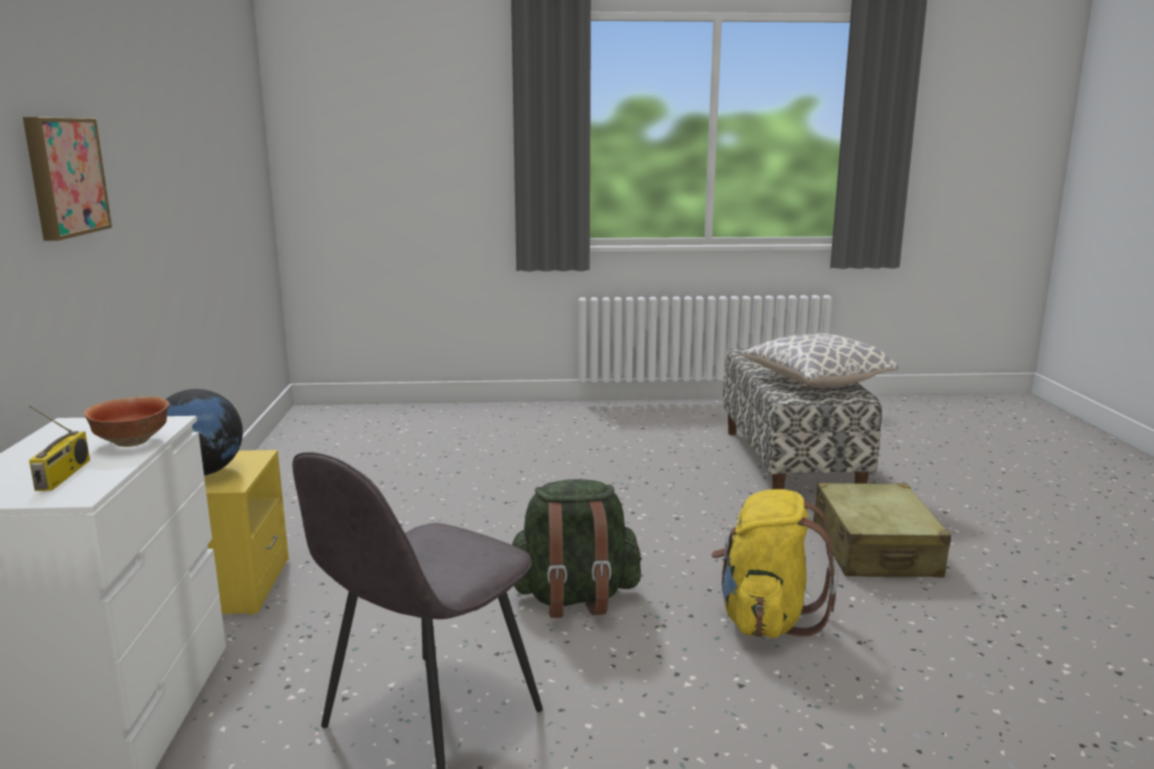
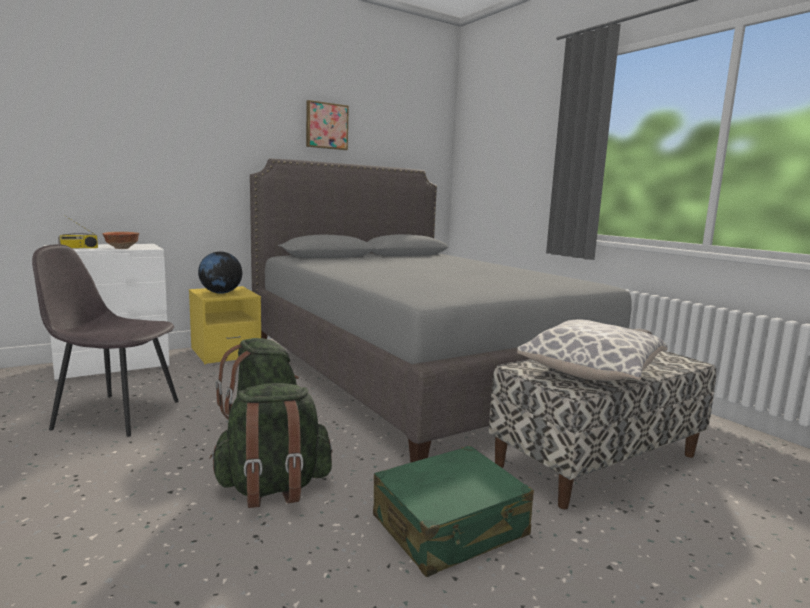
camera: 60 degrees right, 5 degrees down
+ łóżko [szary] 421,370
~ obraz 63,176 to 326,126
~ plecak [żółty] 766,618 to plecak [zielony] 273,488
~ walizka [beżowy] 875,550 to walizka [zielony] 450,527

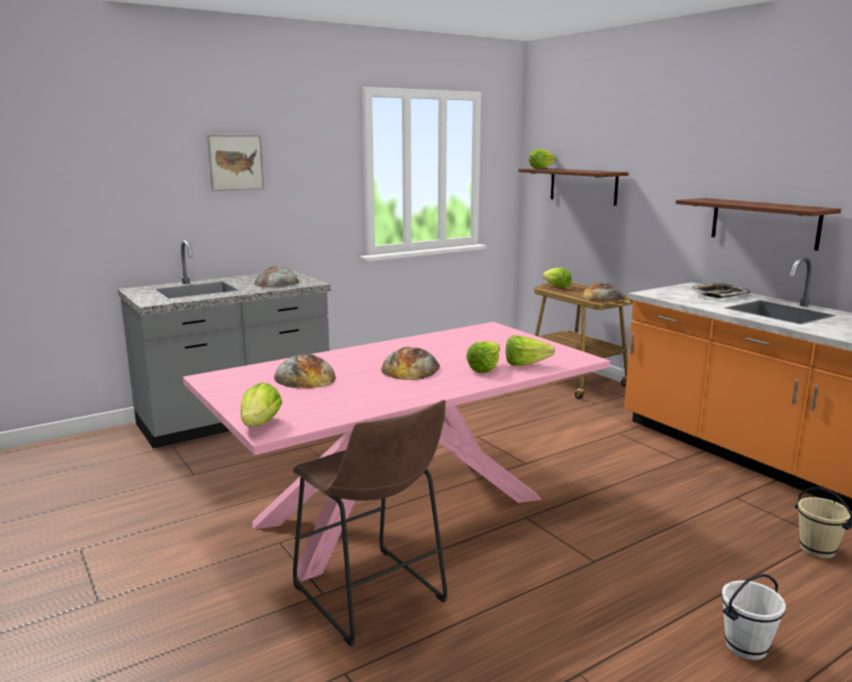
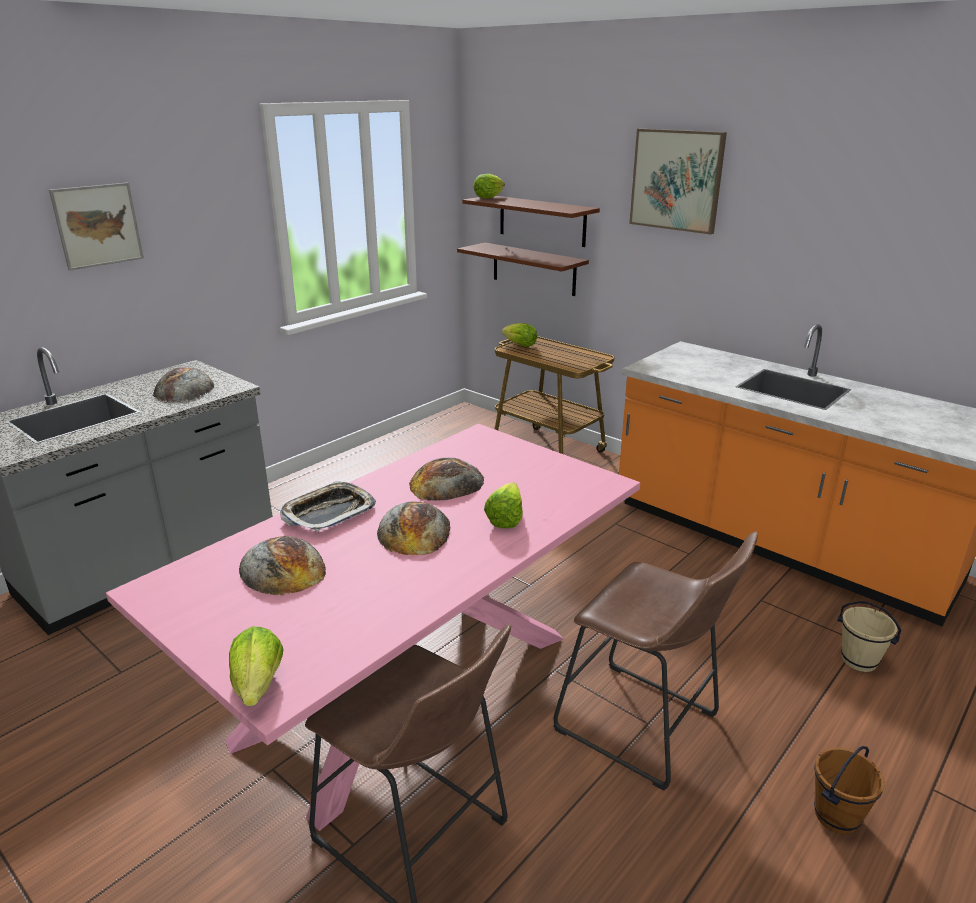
camera: 15 degrees left, 10 degrees up
- sałata 530,365
+ stołek [brązowy] 644,728
+ obraz 676,180
~ chleb 602,296 to 447,483
~ półka [brązowy] 764,223 to 533,269
~ taca 719,294 to 329,512
~ wiadro [biały] 746,647 to wiadro [brązowy] 837,817

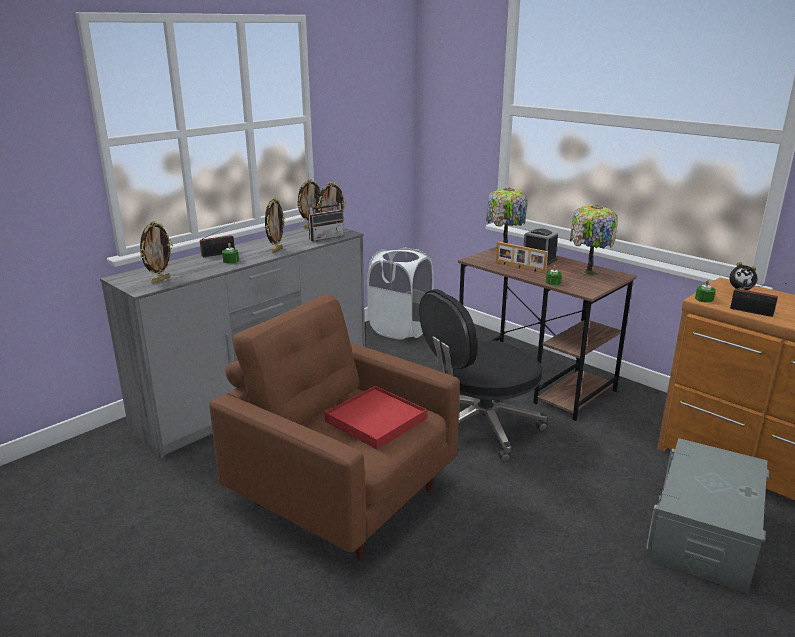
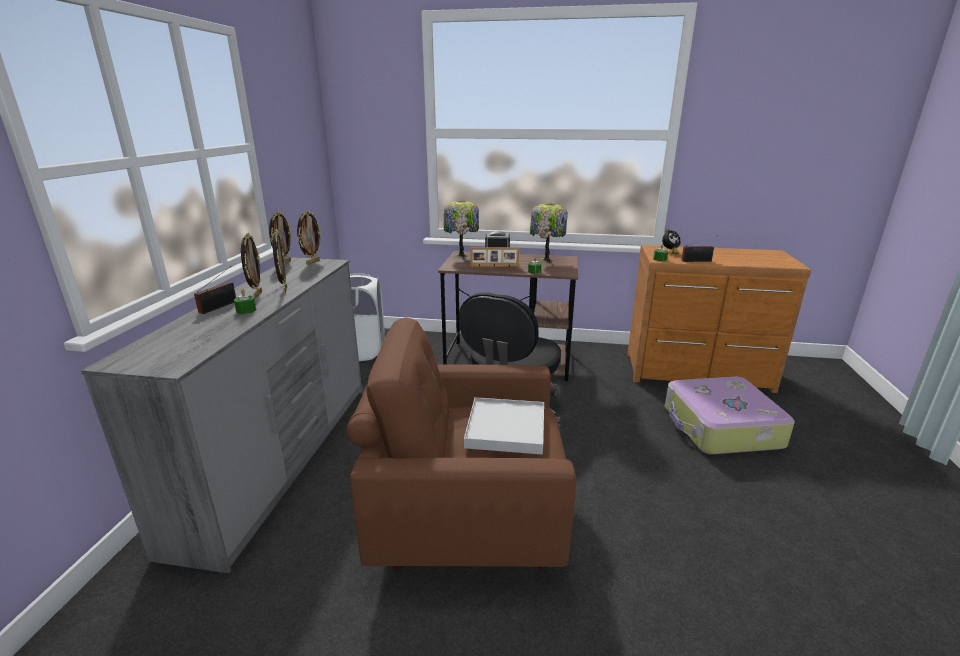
camera: 35 degrees left, 0 degrees up
- radio 325,237
~ ramka na zdjęcie 160,280 to 257,295
~ pojemnik do przechowywania [szary] 704,533 to walizka 720,427
~ taca [czerwony] 375,420 to taca [biały] 505,429

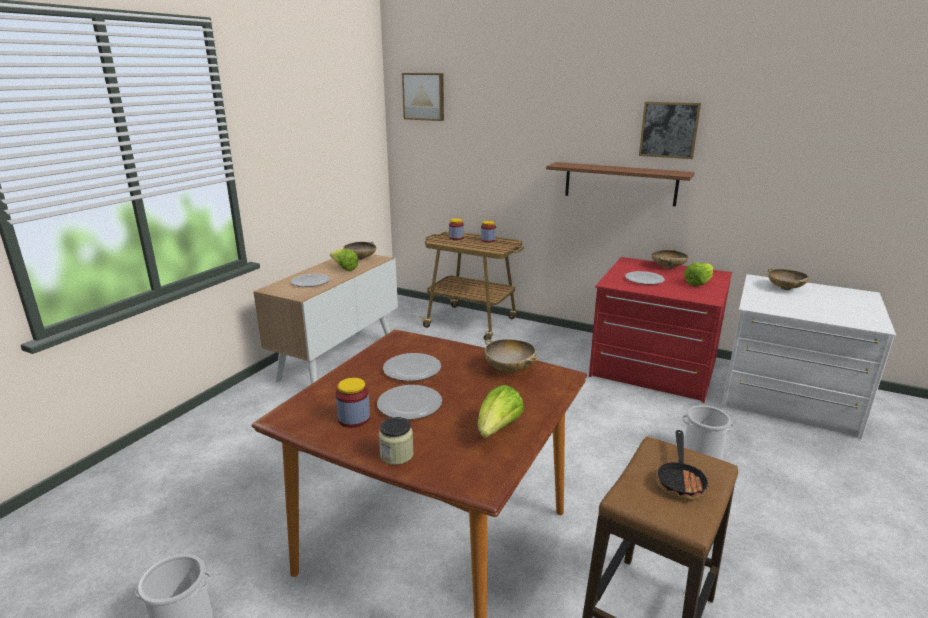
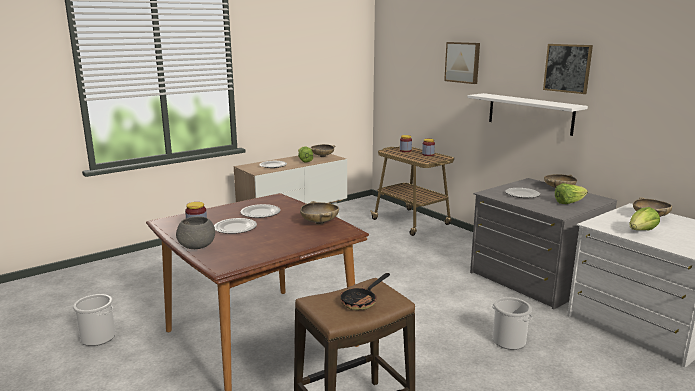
camera: 25 degrees right, 5 degrees down
~ obraz 424,96 to 463,62
~ sałata 497,430 to 641,232
~ słoik 396,455 to miska [szary] 197,246
~ półka [brązowy] 620,183 to półka [biały] 530,113
~ komoda [czerwony] 653,368 to komoda [szary] 534,278

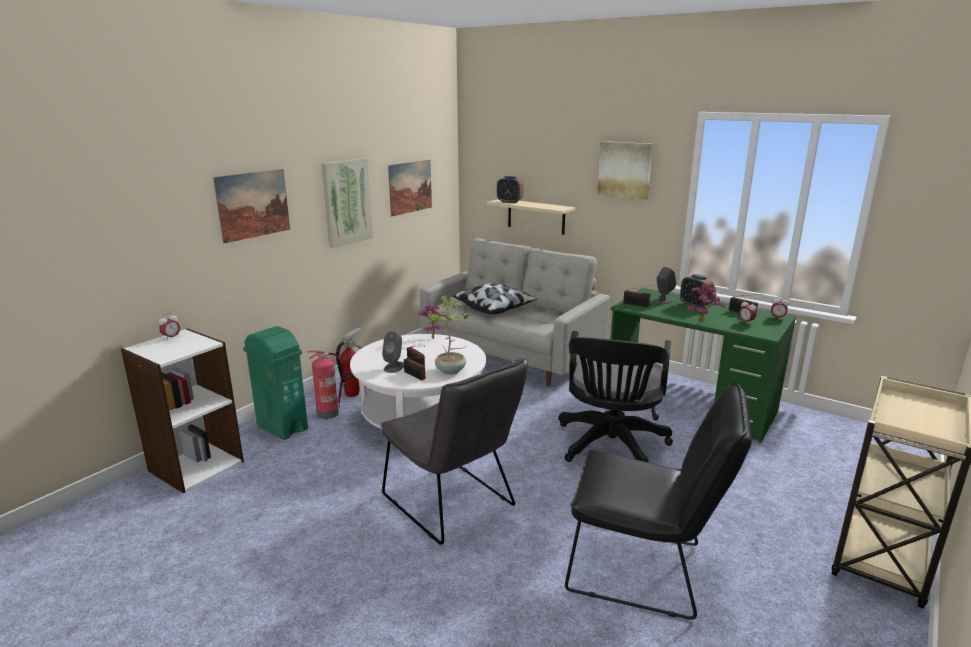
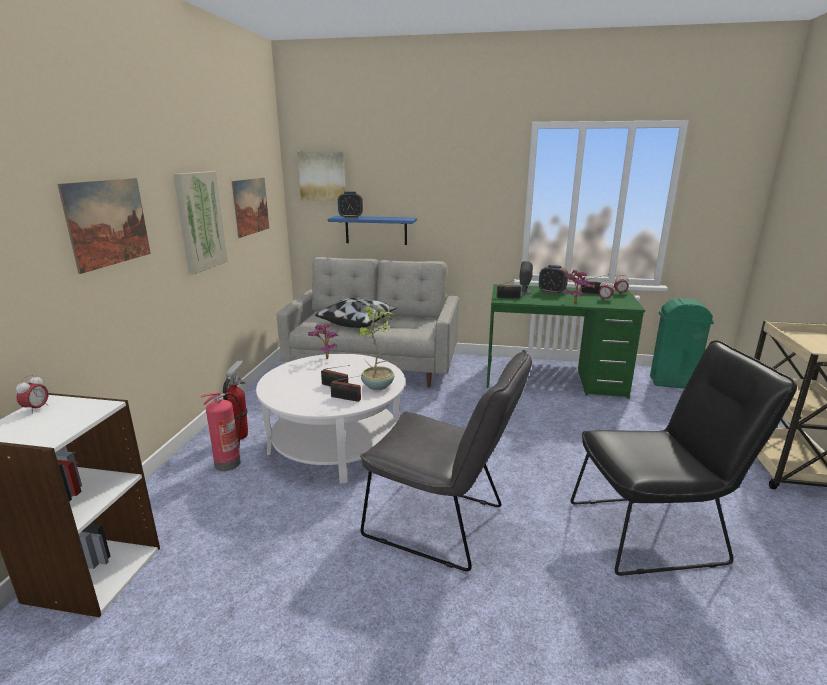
camera: 25 degrees left, 0 degrees up
- głośnik [szary] 394,367
- krzesło biurowe [czarny] 610,447
~ kosz na śmieci [zielony] 282,427 to 671,383
~ obraz 625,169 to 322,176
~ półka [beżowy] 536,216 to półka [niebieski] 376,230

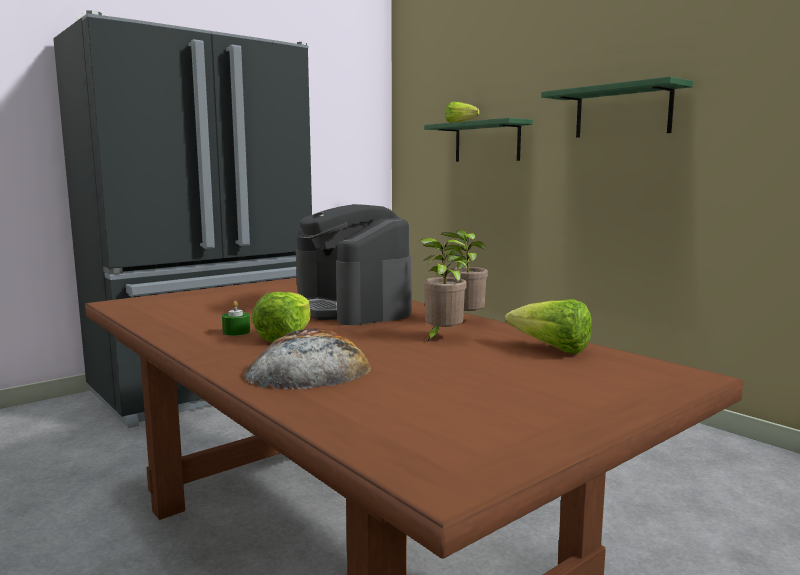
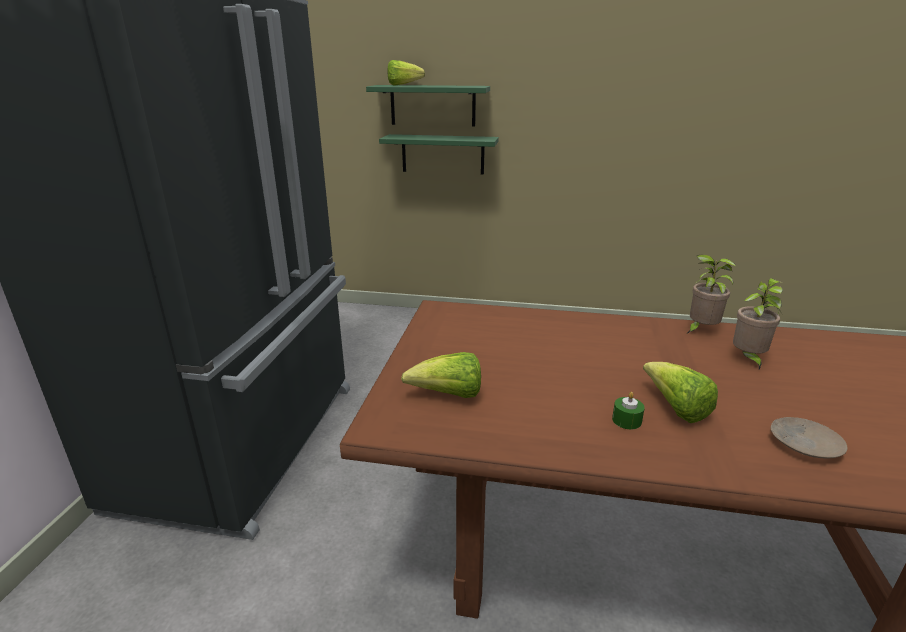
camera: 40 degrees left, 15 degrees up
- ekspres do kawy 352,309
~ sałata 552,349 to 448,395
~ półka [zielony] 622,112 to 442,154
~ chleb 309,369 to talerz [beżowy] 804,444

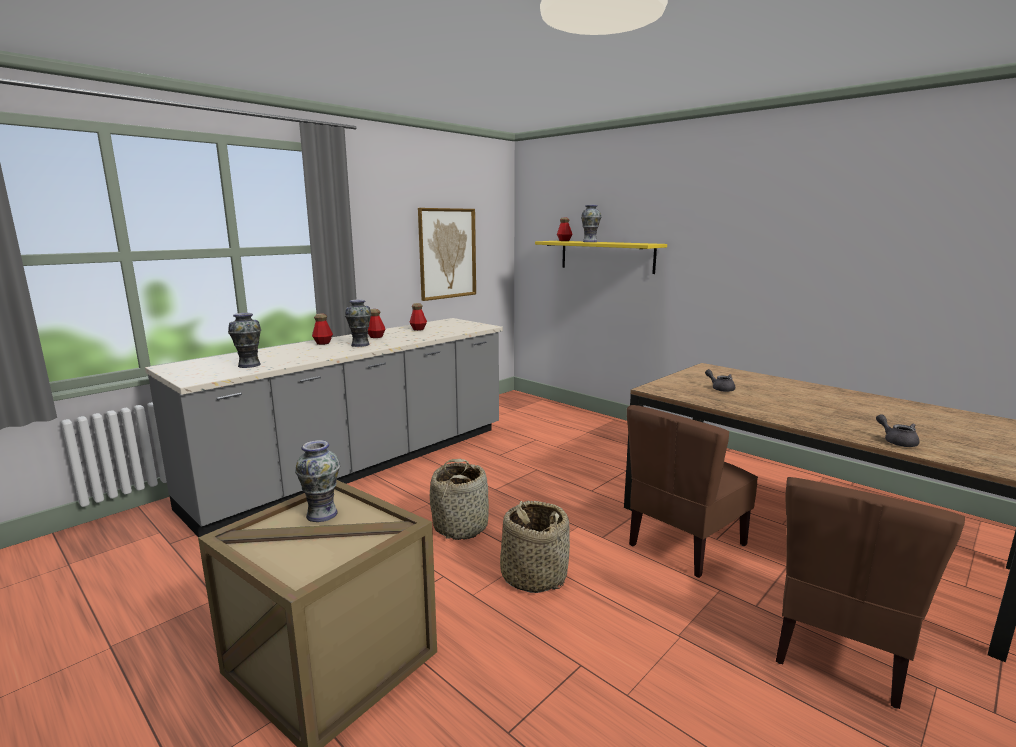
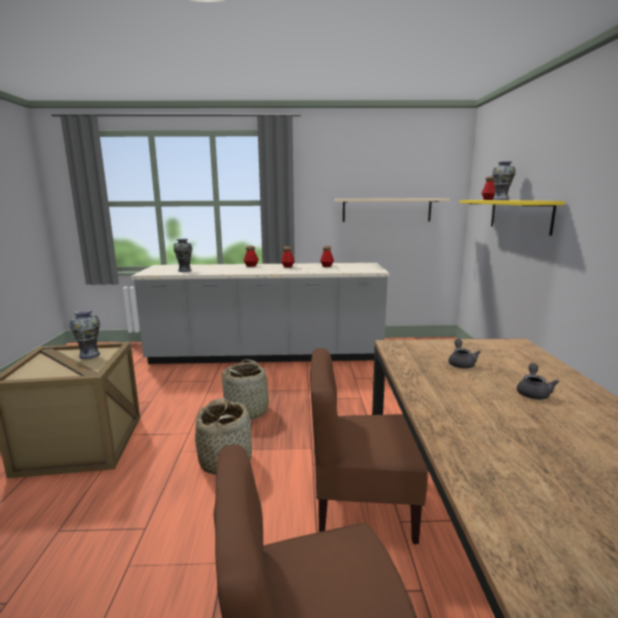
camera: 45 degrees right, 0 degrees up
- wazon 360,344
~ imbryk [szary] 897,441 to 533,392
~ obraz 447,253 to półka [beżowy] 386,210

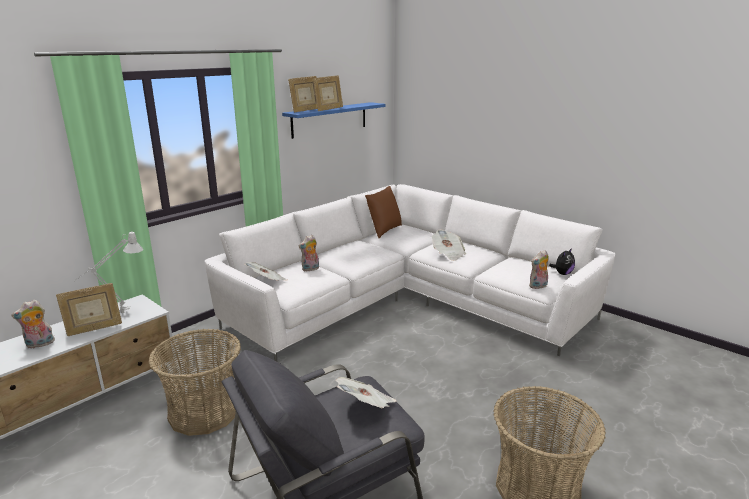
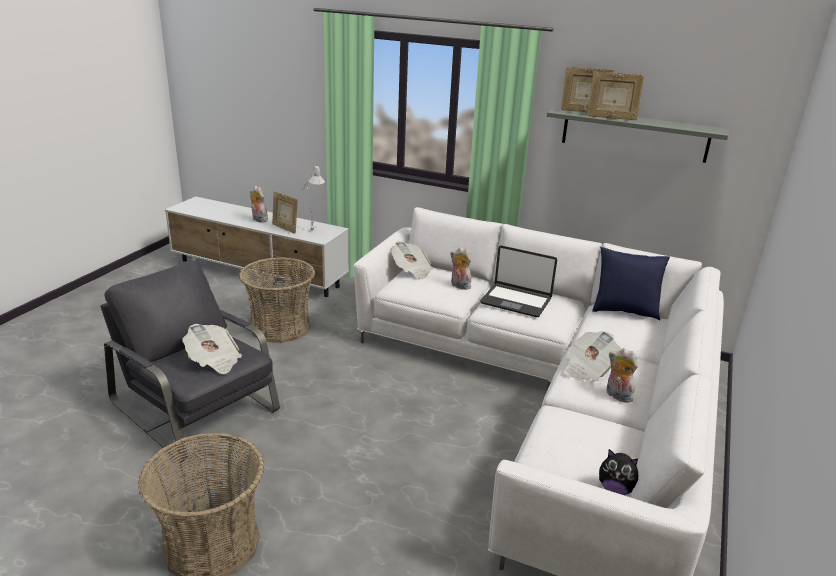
camera: 70 degrees right, 5 degrees up
+ laptop 516,301
~ pluszak 538,286 to 617,396
~ półka [niebieski] 330,119 to półka [szary] 634,134
~ poduszka [brązowy] 384,231 to poduszka [niebieski] 624,311

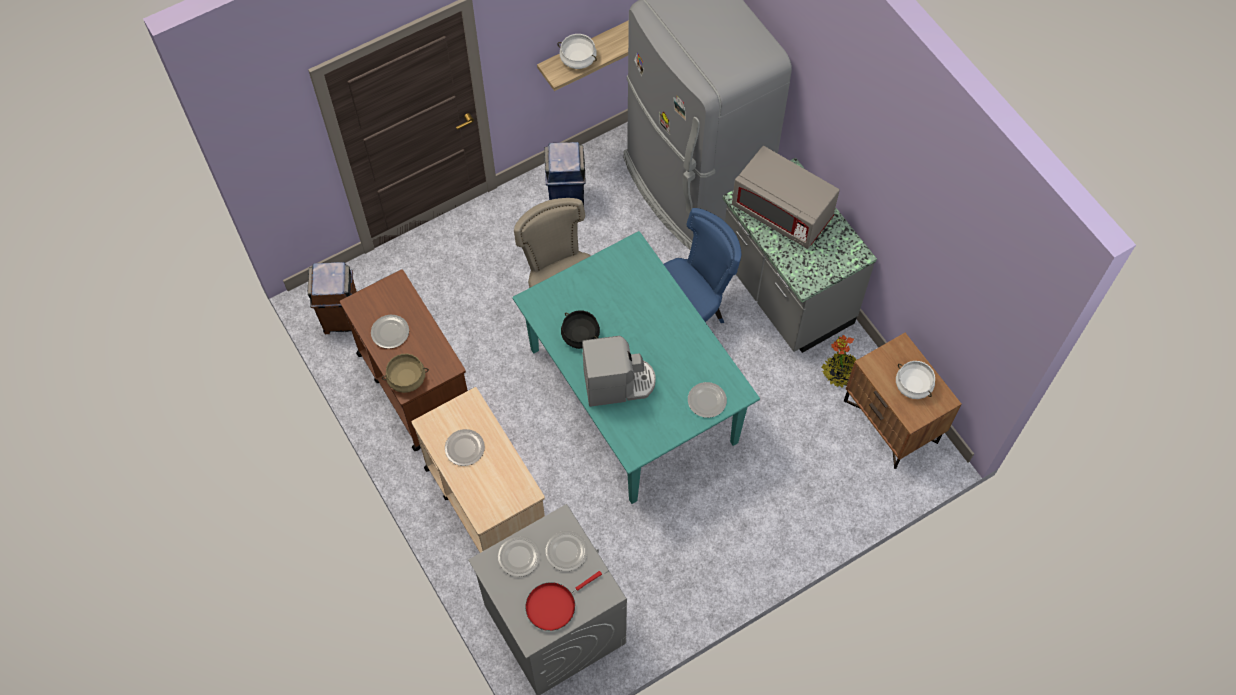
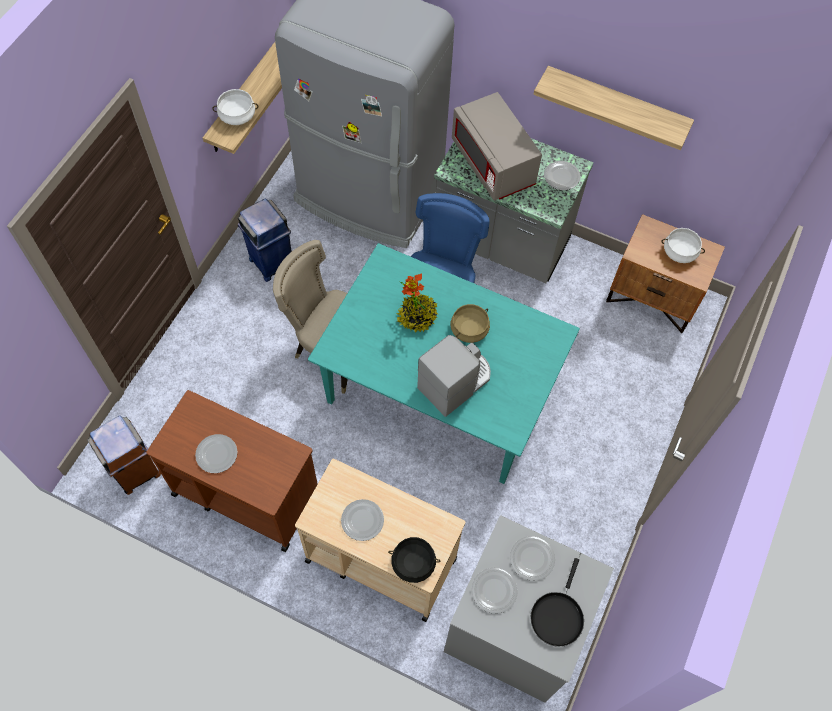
camera: 35 degrees left, 0 degrees up
+ półka 616,105
~ garnek [beżowy] 406,379 to 469,330
~ garnek [czarny] 580,335 to 413,563
~ talerz 707,401 to 562,177
~ roślina doniczkowa 840,372 to 417,317
~ patelnia [czerwony] 554,605 to patelnia [czarny] 557,615
~ mikrofalówka [szary] 782,213 = 493,164 60 degrees clockwise

